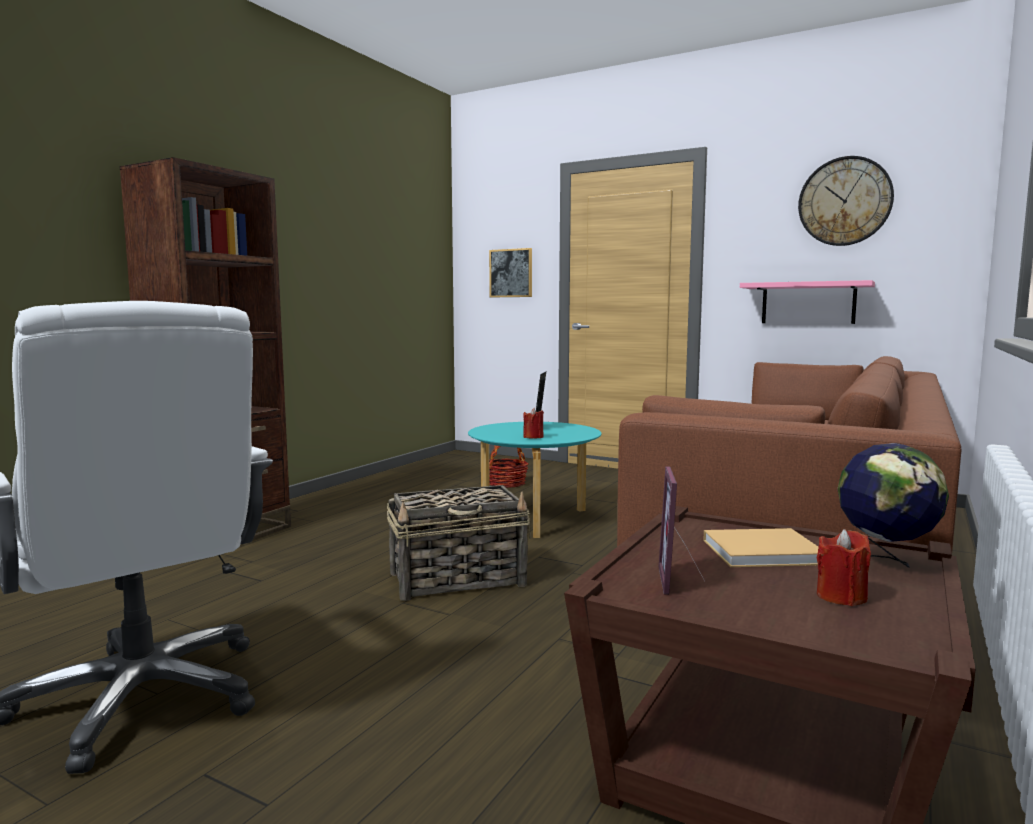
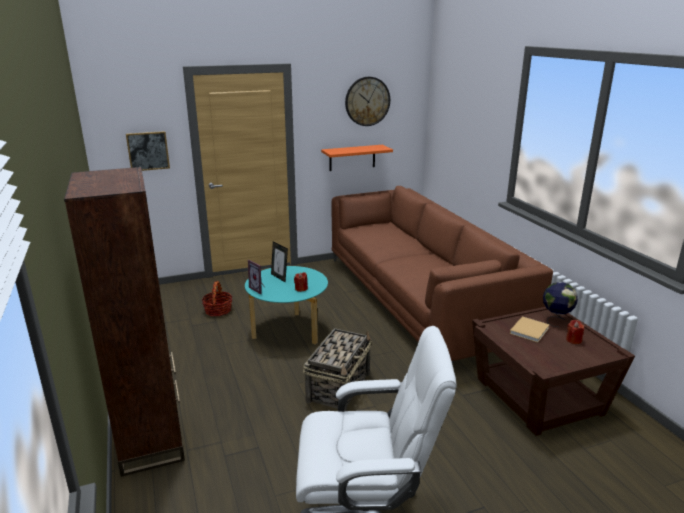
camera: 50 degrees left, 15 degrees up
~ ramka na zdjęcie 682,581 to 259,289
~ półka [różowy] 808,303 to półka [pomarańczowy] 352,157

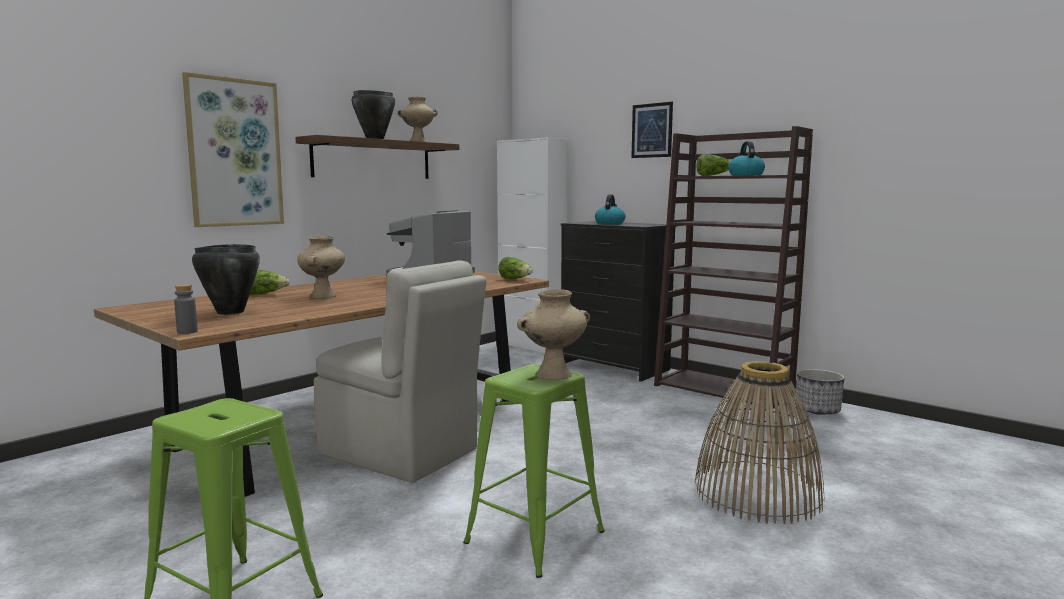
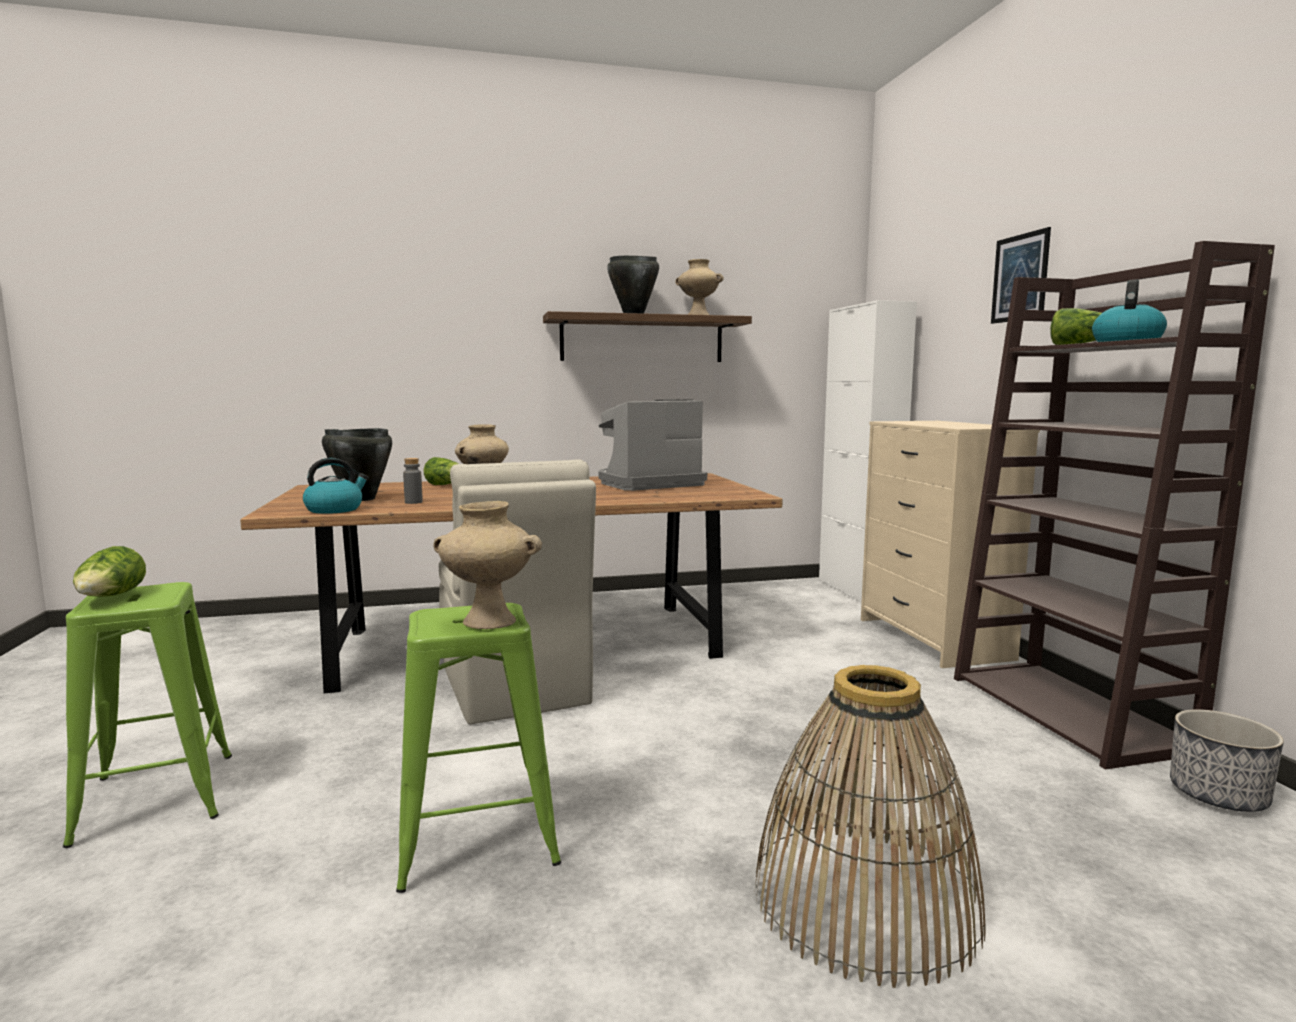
camera: 35 degrees right, 0 degrees up
- obraz 234,153
~ butelka [szary] 187,332 to 413,502
~ sałata 515,279 to 110,597
~ czajnik 609,223 to 335,509
~ komoda [czarny] 613,367 to komoda [beżowy] 932,639

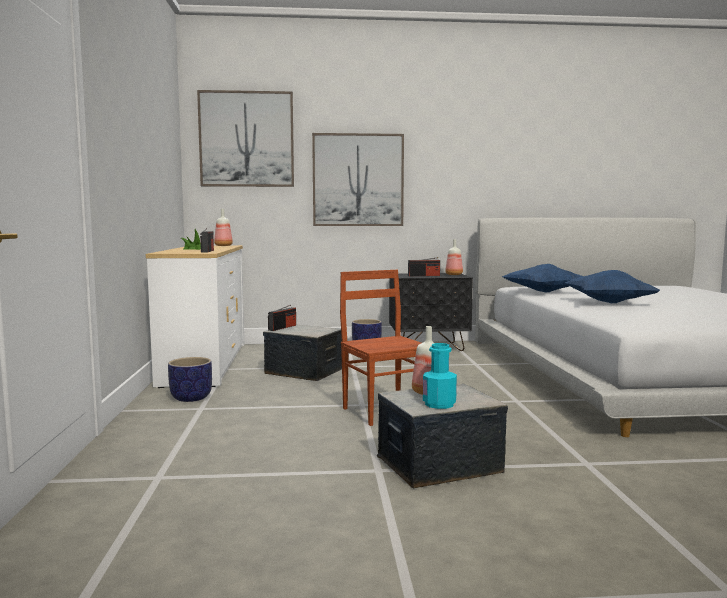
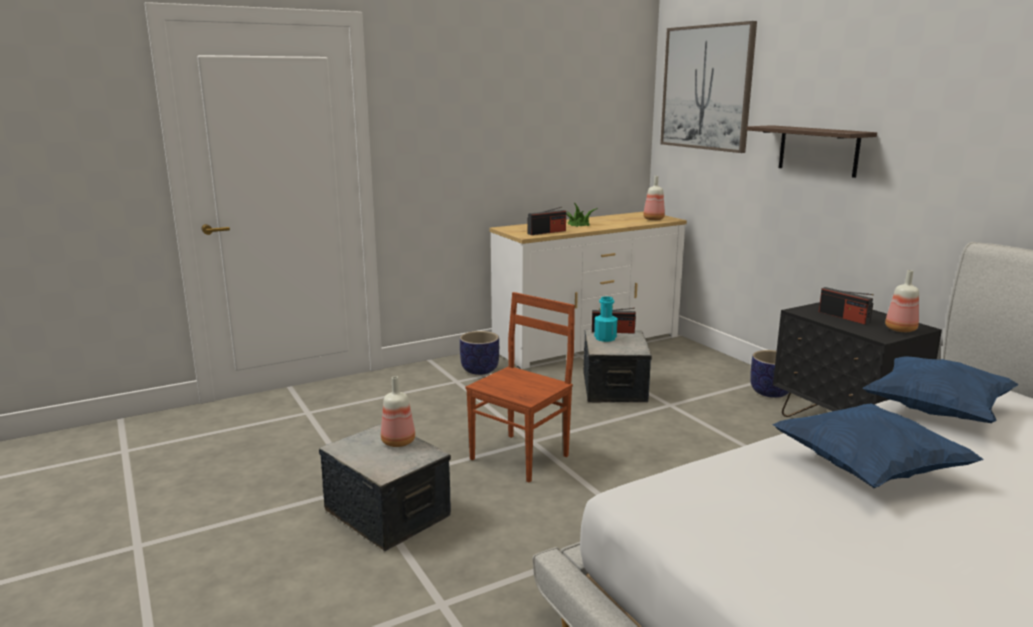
camera: 65 degrees right, 10 degrees up
~ butelka [turkusowy] 439,404 to 605,338
~ obraz 358,180 to półka 818,150

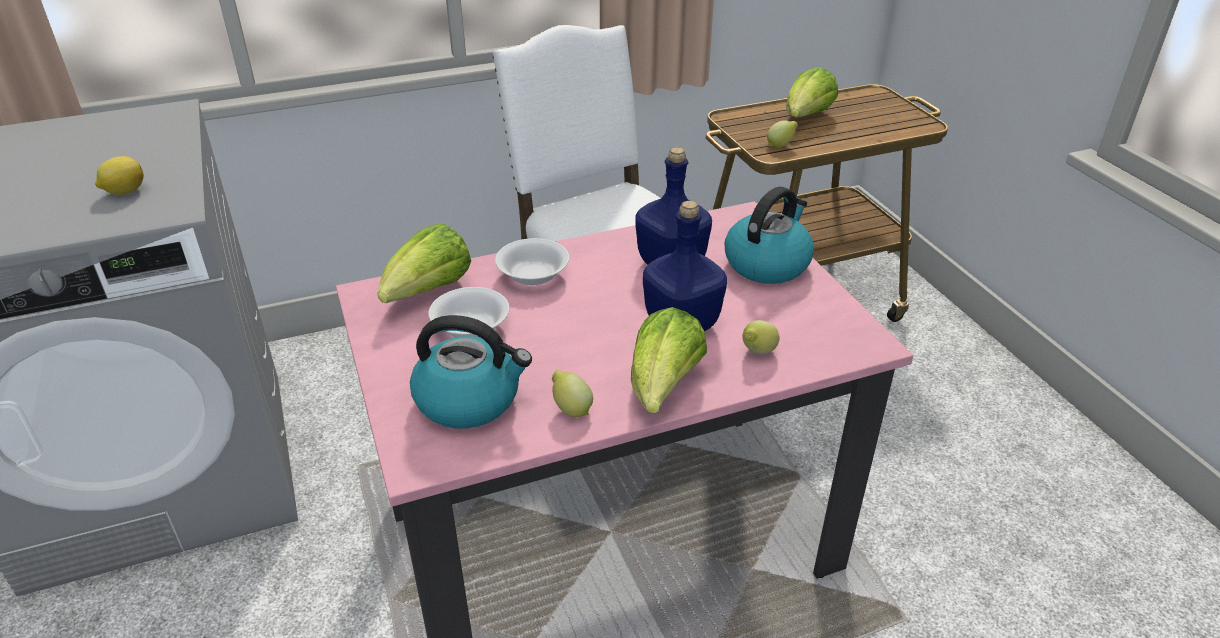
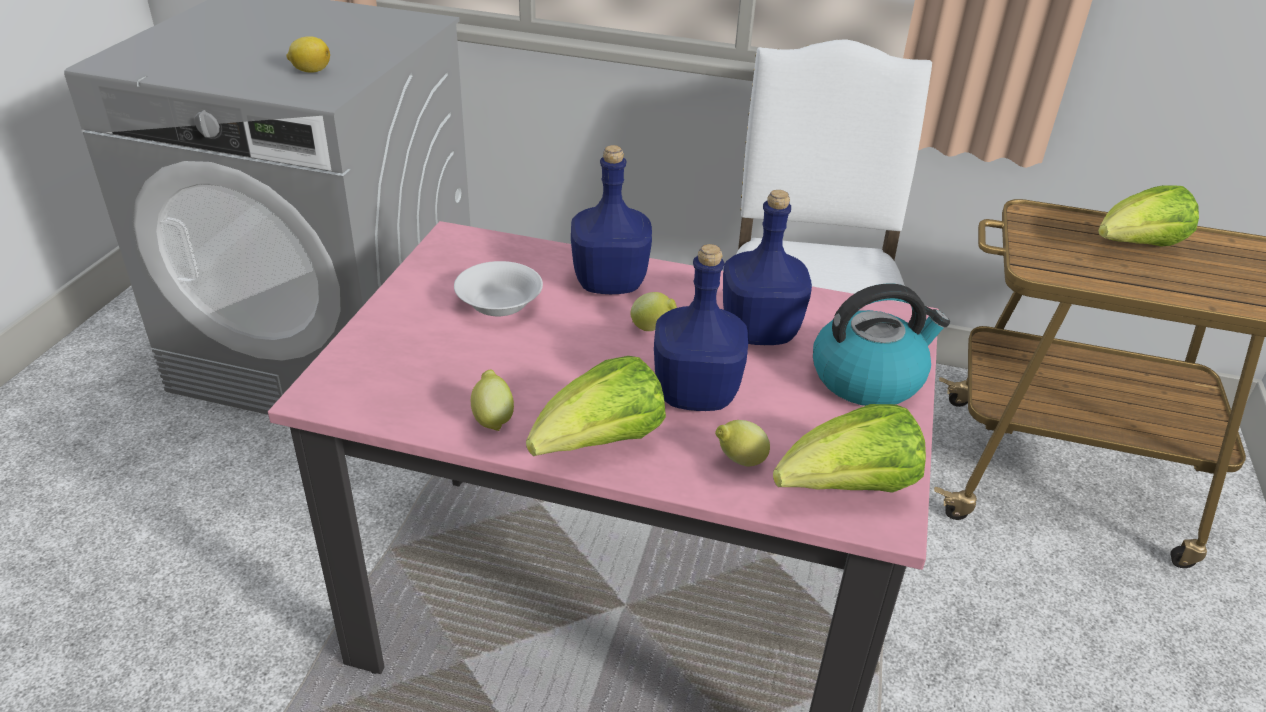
camera: 35 degrees right, 0 degrees up
- czajnik 470,399
~ sałata 428,292 to 848,489
~ cytryna 780,145 to 652,329
~ miska [biały] 533,274 to butelka [niebieski] 611,283

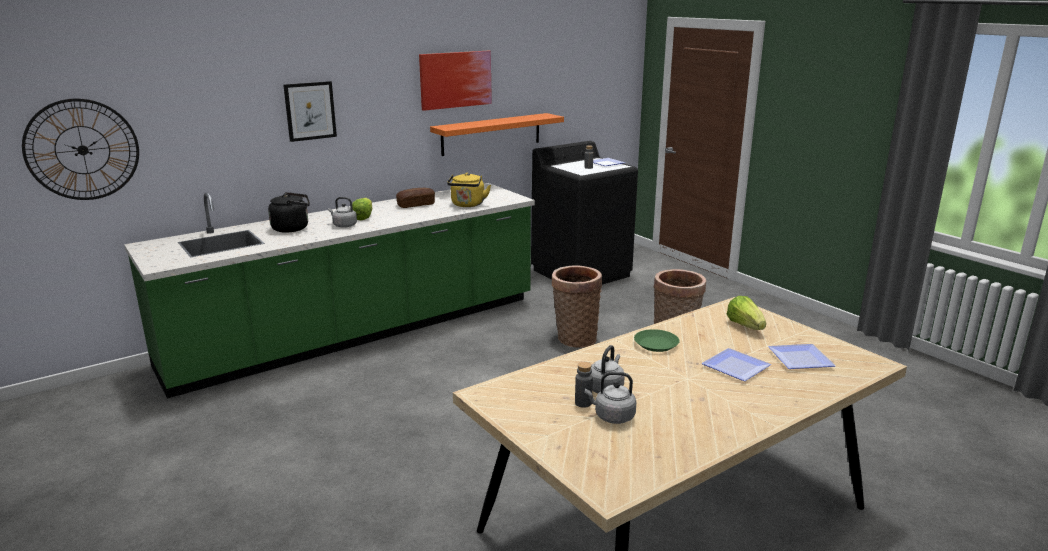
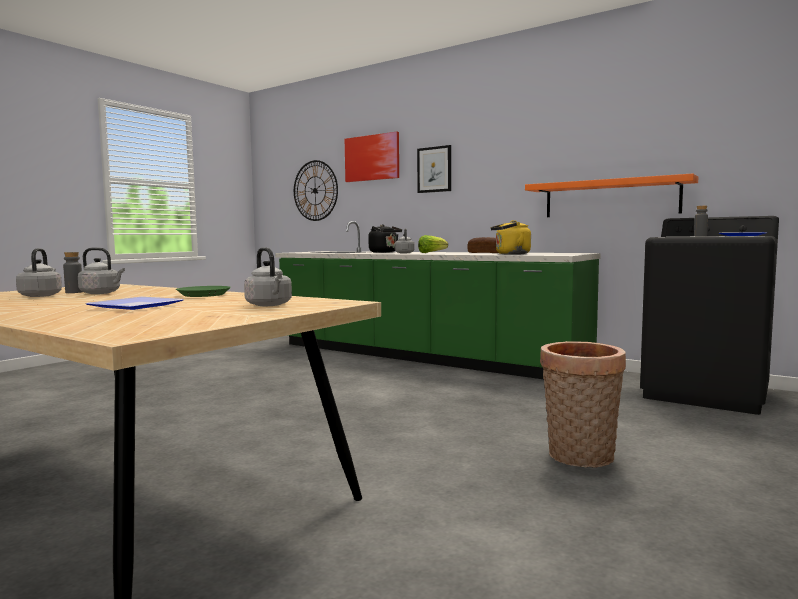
camera: 70 degrees right, 15 degrees down
- koszyk 574,338
- talerz 799,360
~ obraz 455,79 to 372,158
~ sałata 745,326 to czajnik [szary] 270,305

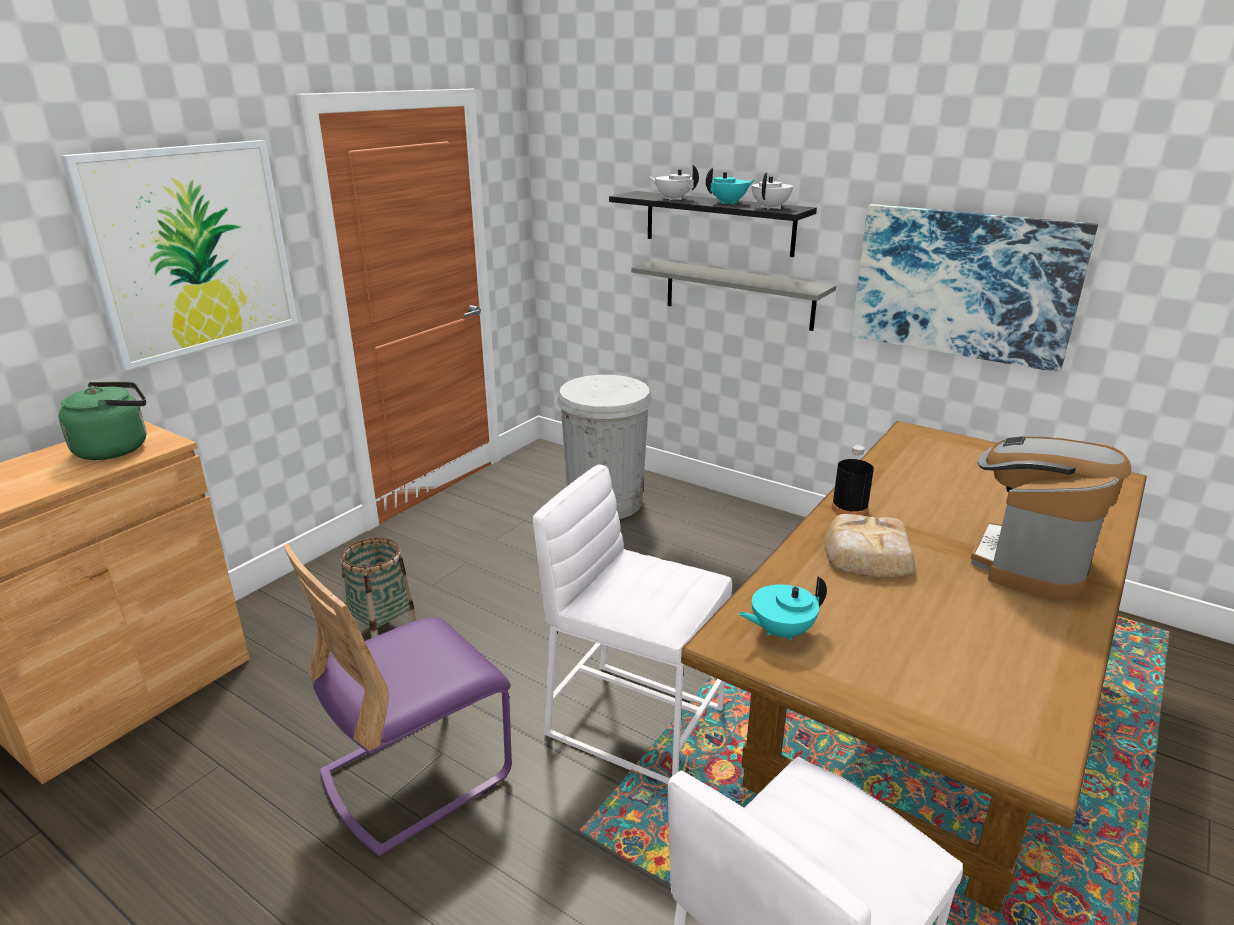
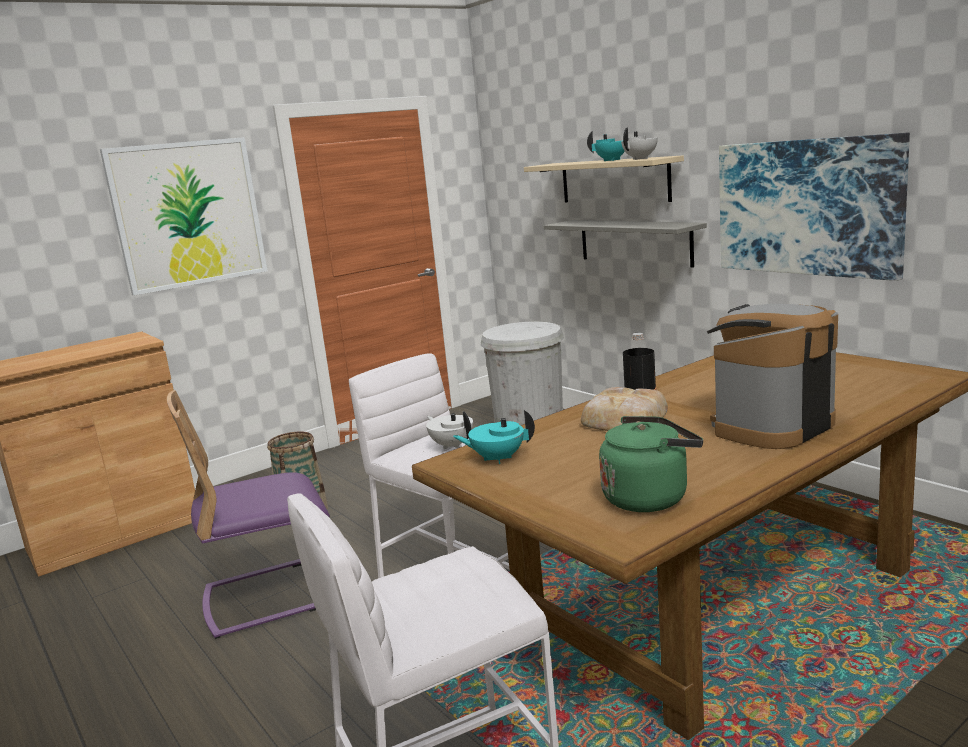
camera: 20 degrees right, 10 degrees down
~ czajnik [zielony] 117,448 to 649,497
~ imbryk [biały] 673,199 to 452,445
~ półka [czarny] 718,223 to półka [beżowy] 614,181

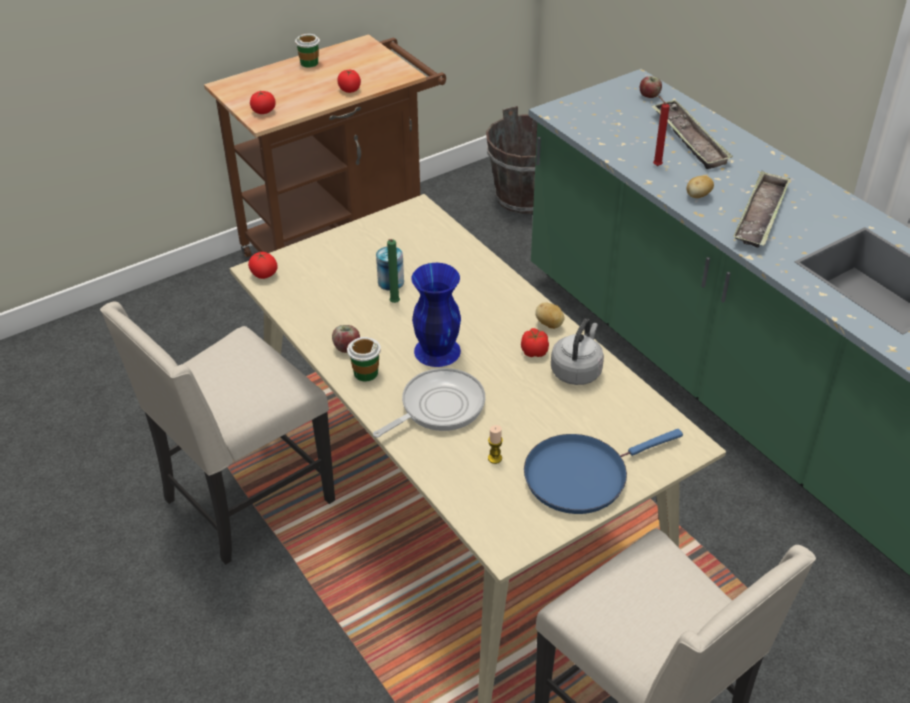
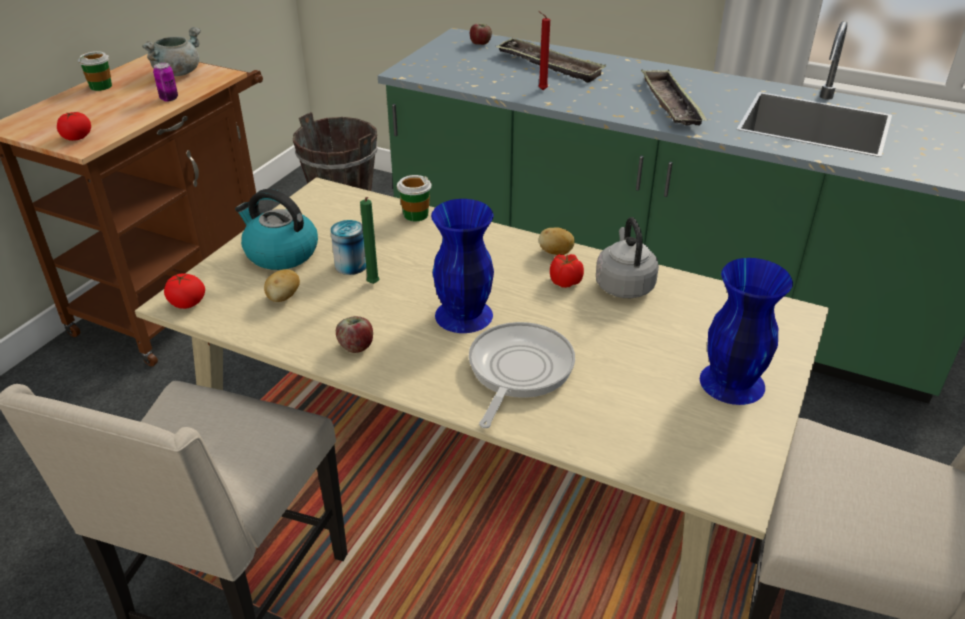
camera: 30 degrees left, 5 degrees down
- świeca 495,458
+ garnek [szary] 178,72
+ czajnik 280,253
~ filiżanka 365,373 to 415,215
~ ziemniak 698,196 to 283,298
~ pomidor 349,90 to puszka 169,98
~ patelnia [niebieski] 581,475 to wazon [niebieski] 730,382

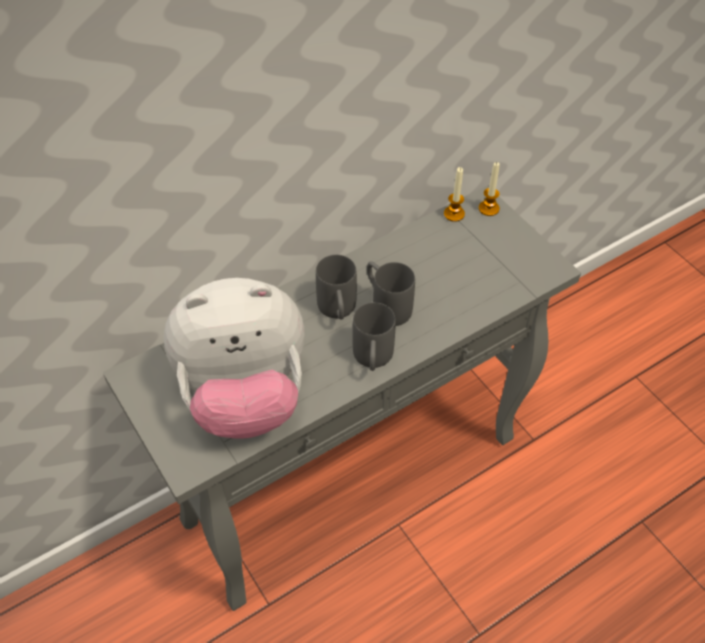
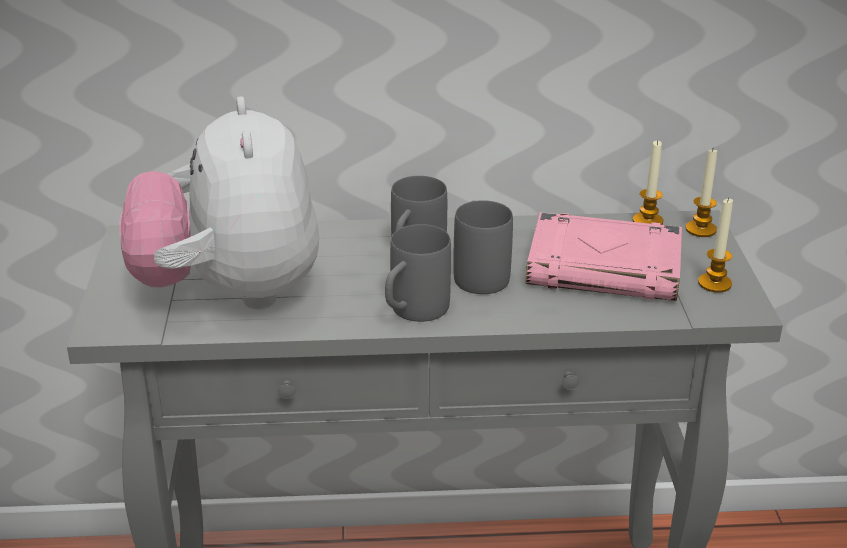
camera: 30 degrees right, 20 degrees down
+ książka [różowy] 606,268
+ świeca 714,283
~ pluszak 244,396 = 230,292 60 degrees clockwise

